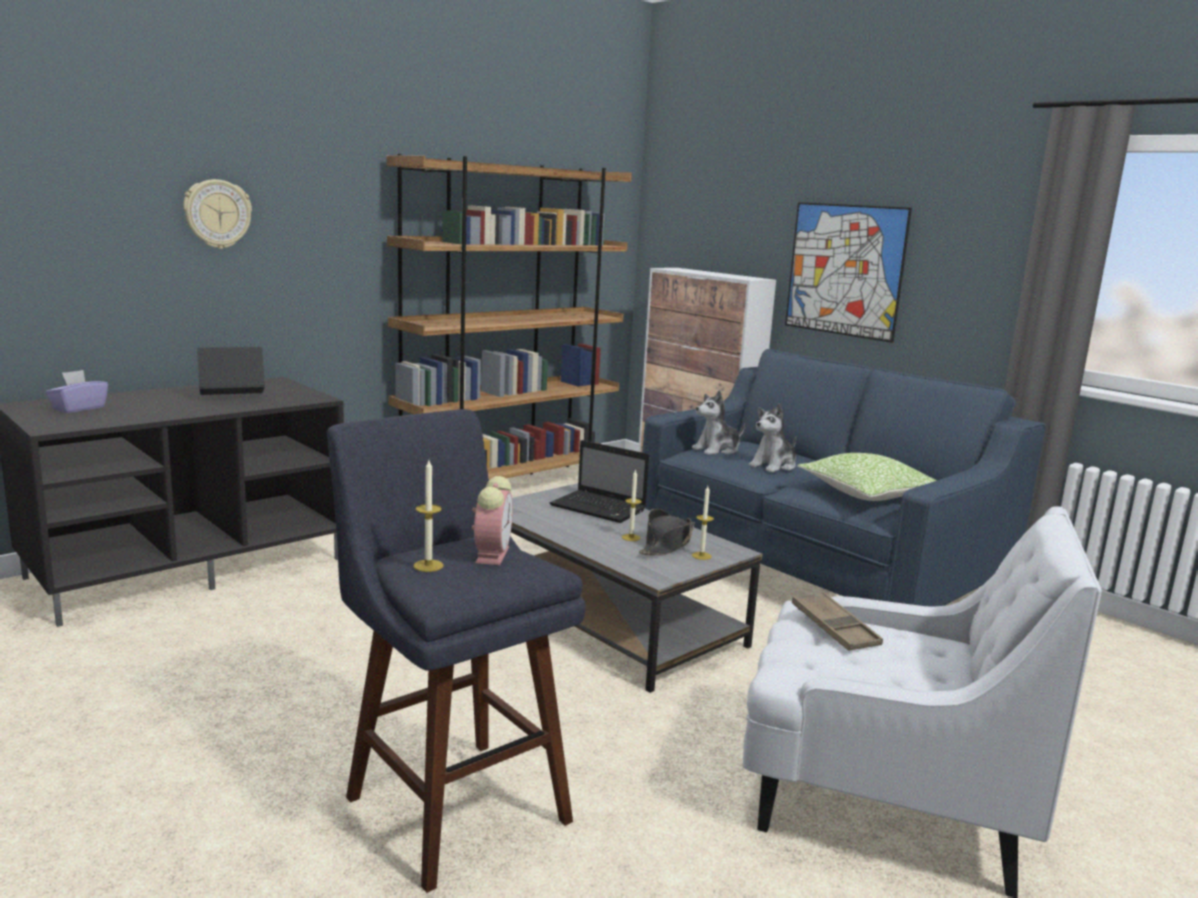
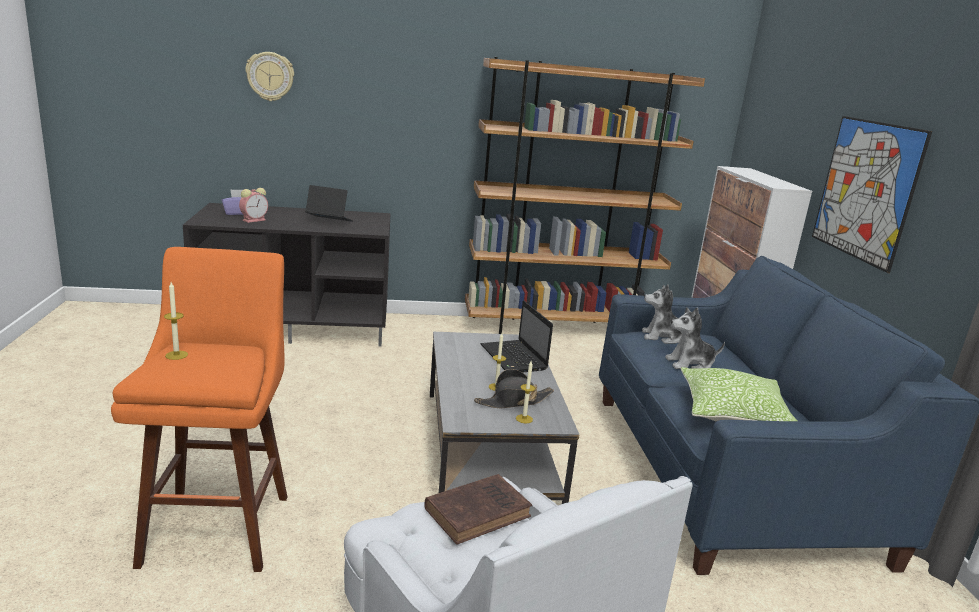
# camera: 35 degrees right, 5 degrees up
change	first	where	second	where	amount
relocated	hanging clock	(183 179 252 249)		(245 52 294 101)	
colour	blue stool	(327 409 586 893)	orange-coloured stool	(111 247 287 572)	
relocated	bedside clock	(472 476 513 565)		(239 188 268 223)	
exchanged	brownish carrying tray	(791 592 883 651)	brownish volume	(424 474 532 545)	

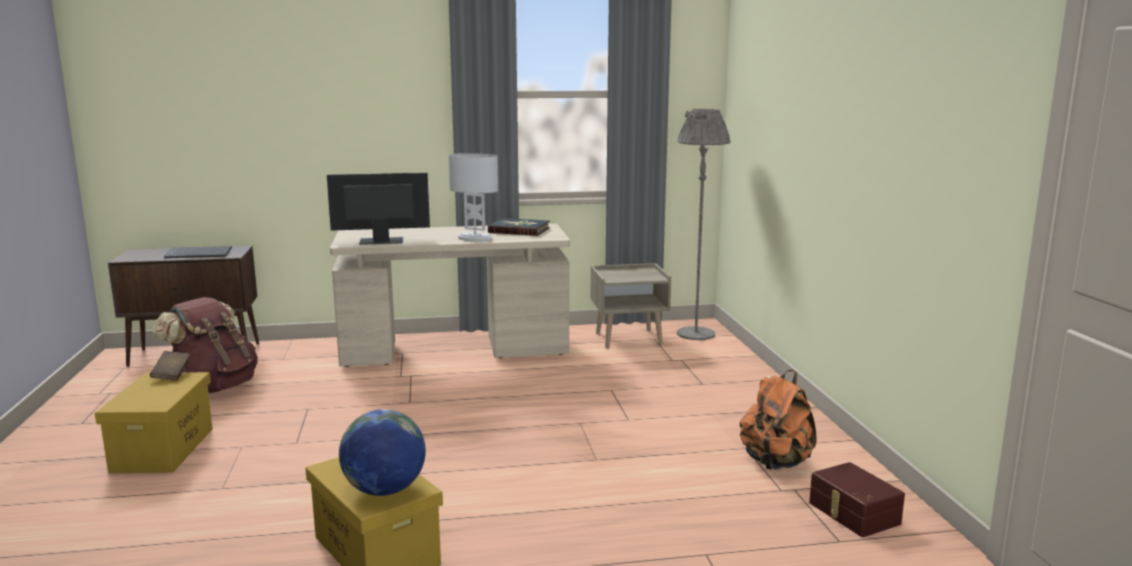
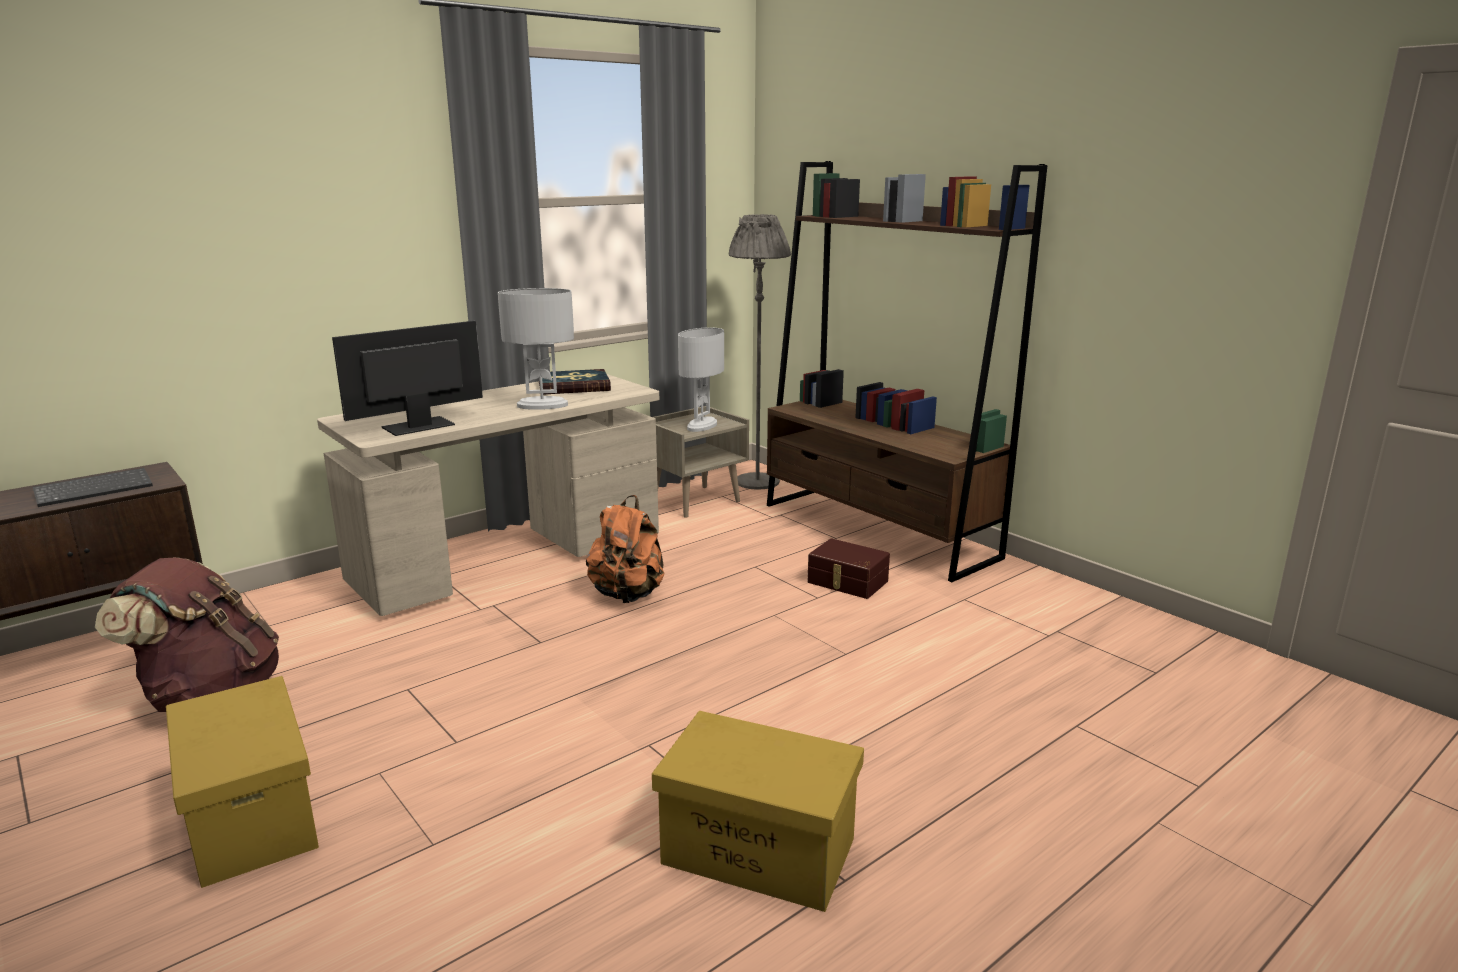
# camera: 30 degrees left, 5 degrees up
change	first	where	second	where	amount
missing	brownish volume	(150 351 190 381)			
missing	desk globe	(339 409 426 496)			
relocated	orange-coloured backpack	(740 370 817 470)		(586 495 664 603)	
relocated	brownish storage box	(809 462 905 537)		(808 538 890 599)	
appeared			white lamp for a table	(678 327 724 432)	
appeared			brownish shelving unit	(767 161 1047 582)	

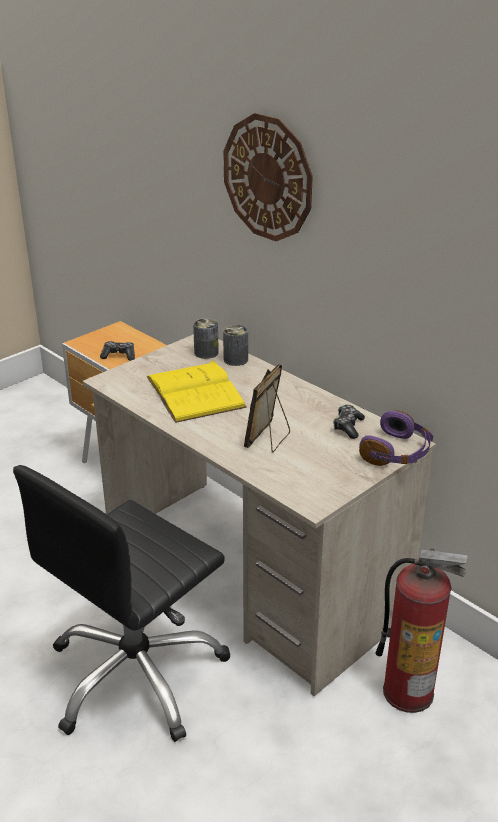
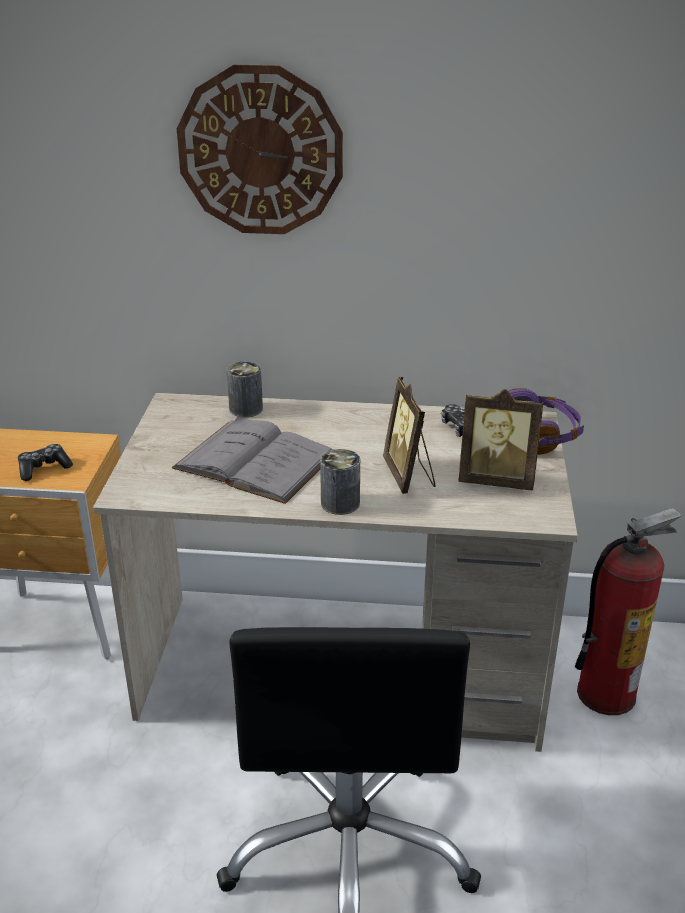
# camera: 40 degrees left, 0 degrees up
change	first	where	second	where	amount
colour	yellow volume	(147 361 247 423)	grey volume	(172 416 333 504)	
relocated	metal can	(193 318 219 359)		(320 449 360 515)	
appeared			standing frame	(458 389 544 490)	

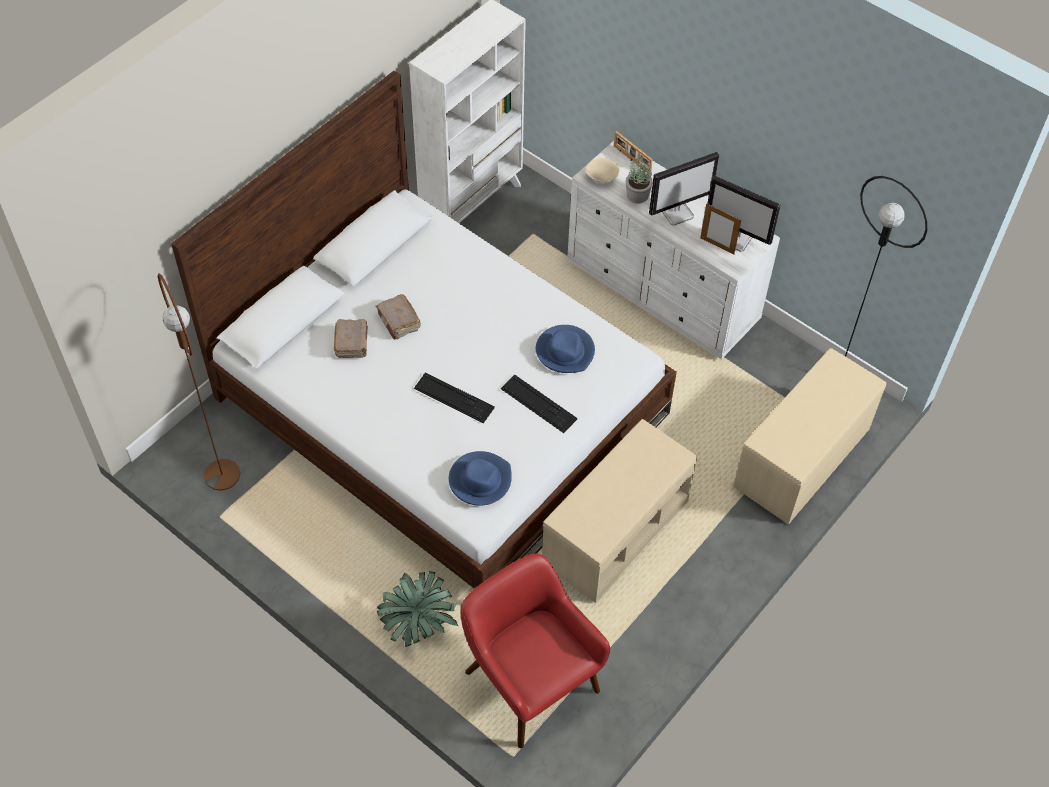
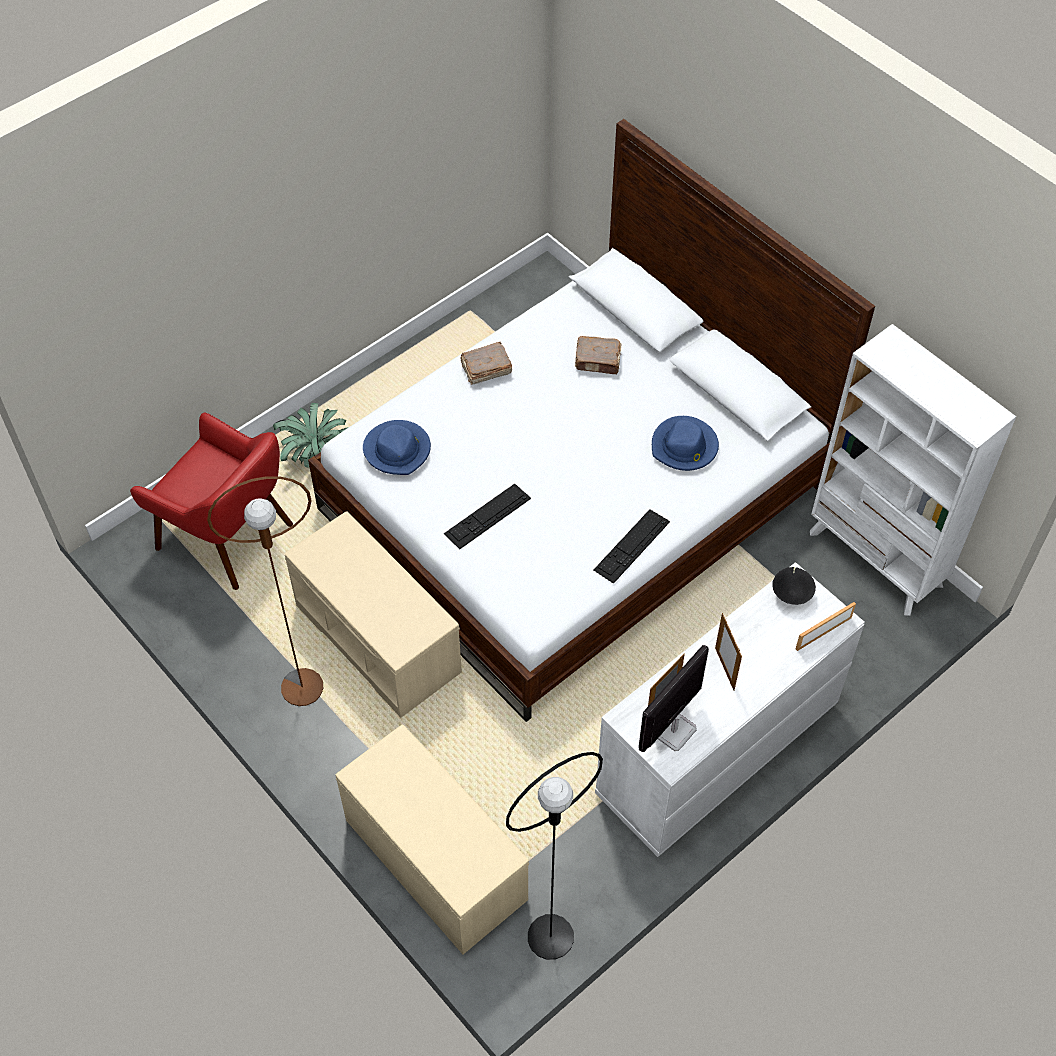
# camera: 100 degrees right, 0 degrees up
change	first	where	second	where	amount
relocated	brownish standard lamp	(158 274 240 490)		(207 476 323 706)	
relocated	brownish volume	(376 294 421 340)		(460 342 512 385)	
relocated	keyboard	(414 373 495 423)		(594 509 670 584)	
spun	red-coloured easy chair	(460 553 610 748)		(130 412 293 590)	60 degrees clockwise
relocated	blue clothing hat	(536 325 595 373)		(652 416 719 471)	
colour	beige-coloured bowl	(586 158 620 182)	blackish bowl	(773 567 816 605)	
missing	plant in a pot	(626 154 653 203)			
exchanged	computer screen	(649 152 720 226)	standing frame	(715 613 742 691)	

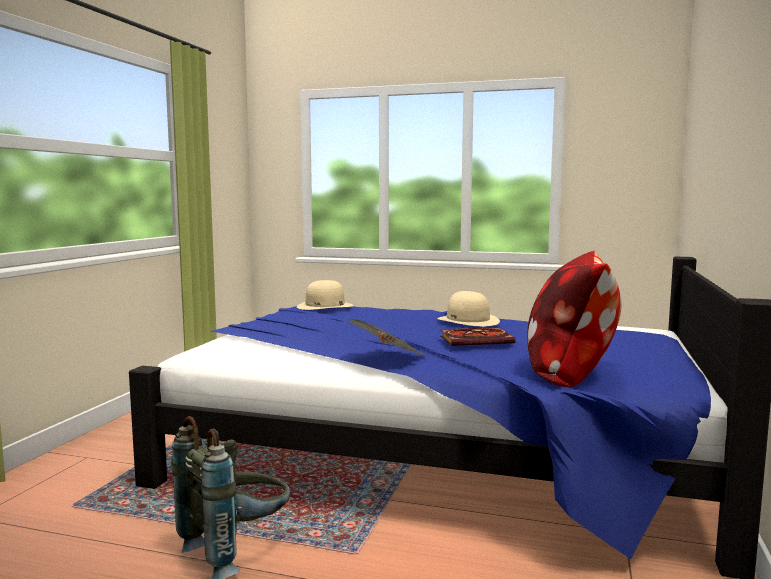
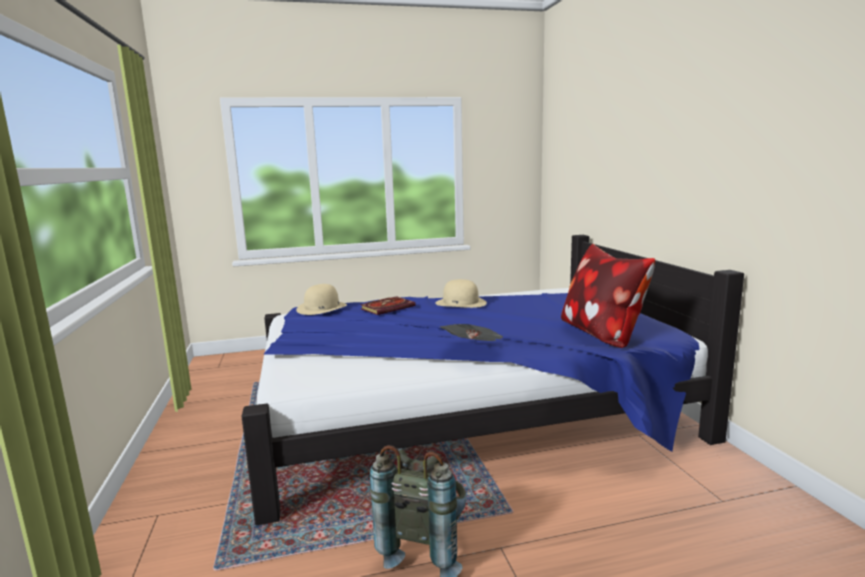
# camera: 30 degrees left, 5 degrees up
change	first	where	second	where	amount
relocated	volume	(441 328 515 346)		(360 296 416 315)	

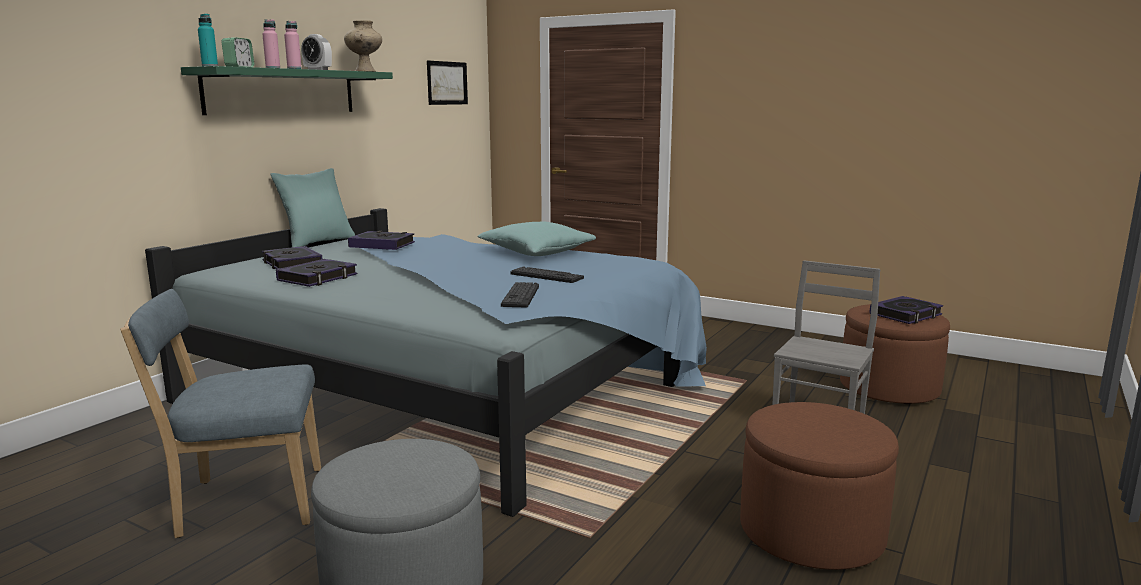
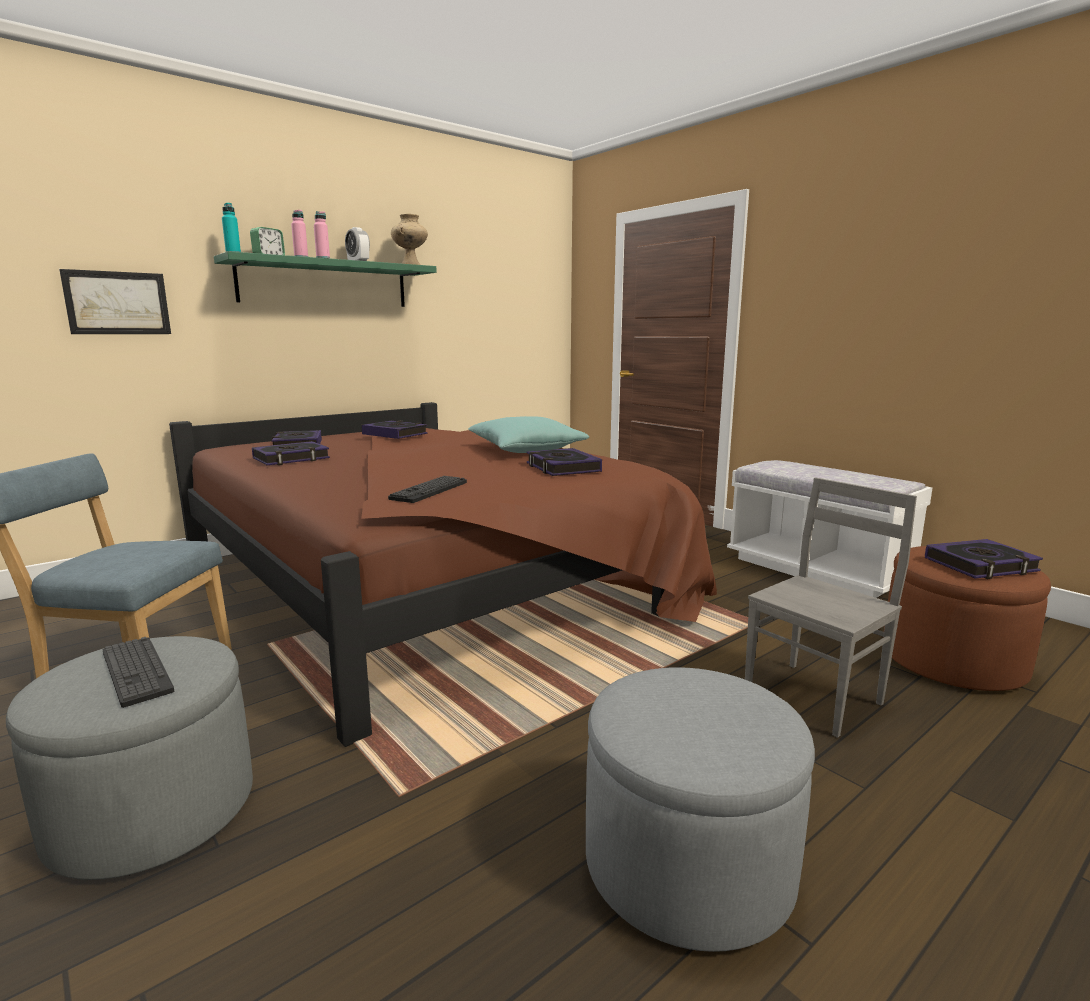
# camera: 20 degrees right, 0 degrees up
change	first	where	second	where	amount
colour	blue bedroom bed	(145 208 707 517)	brownish bedroom bed	(169 402 717 747)	
missing	blue-green pillow	(270 168 355 247)			
relocated	wall picture	(427 61 468 105)		(59 269 171 334)	
relocated	keyboard	(510 266 584 283)		(103 637 174 708)	
colour	brownish footrest	(740 402 899 570)	grey footrest	(586 667 815 952)	
appeared			volume	(527 448 602 476)	
appeared			white indoor bench	(727 460 933 598)	

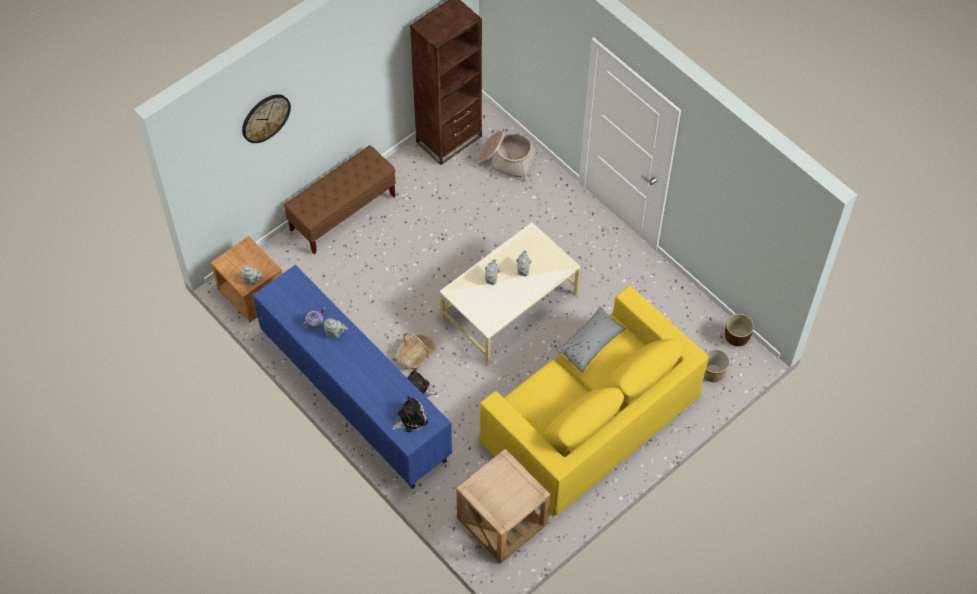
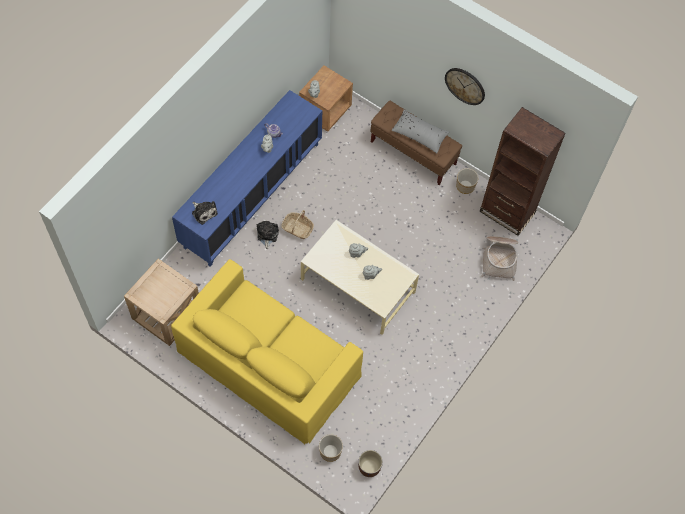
# camera: 75 degrees right, 5 degrees up
change	first	where	second	where	amount
relocated	hanging clock	(242 94 291 143)		(445 68 485 105)	
relocated	grey pillow	(556 306 626 373)		(391 109 449 153)	
appeared			planter	(456 168 478 194)	

